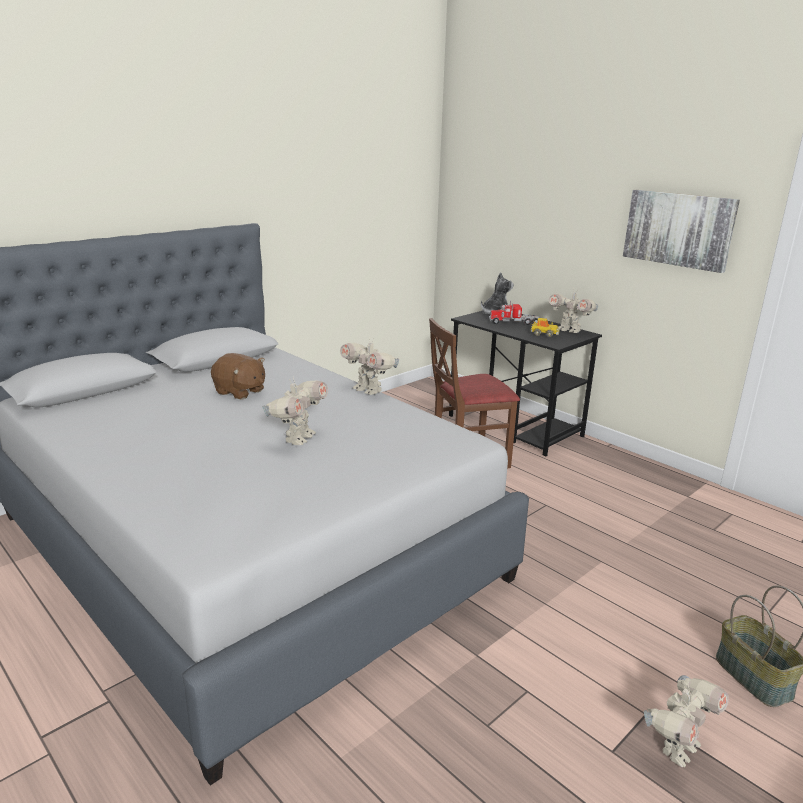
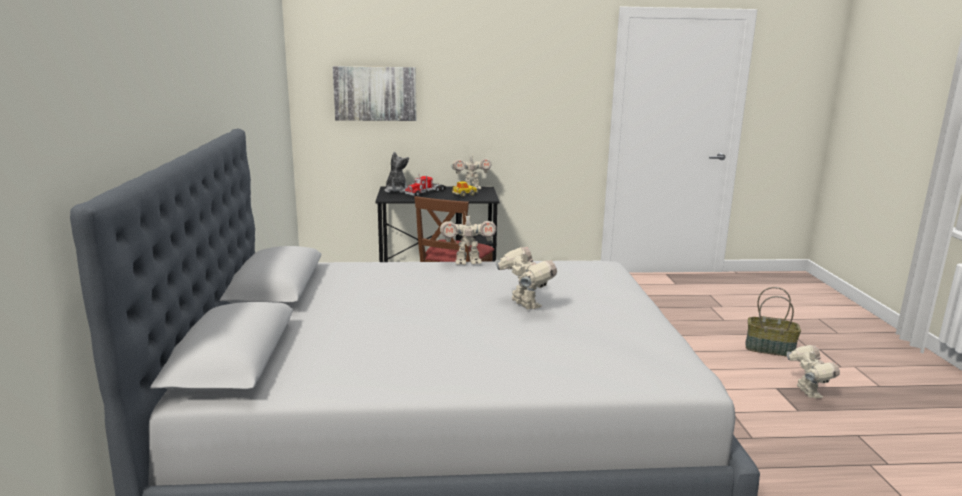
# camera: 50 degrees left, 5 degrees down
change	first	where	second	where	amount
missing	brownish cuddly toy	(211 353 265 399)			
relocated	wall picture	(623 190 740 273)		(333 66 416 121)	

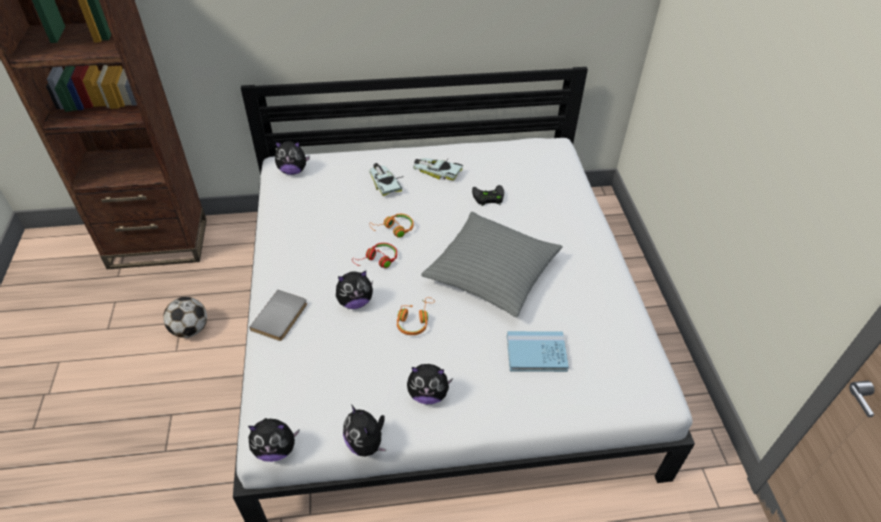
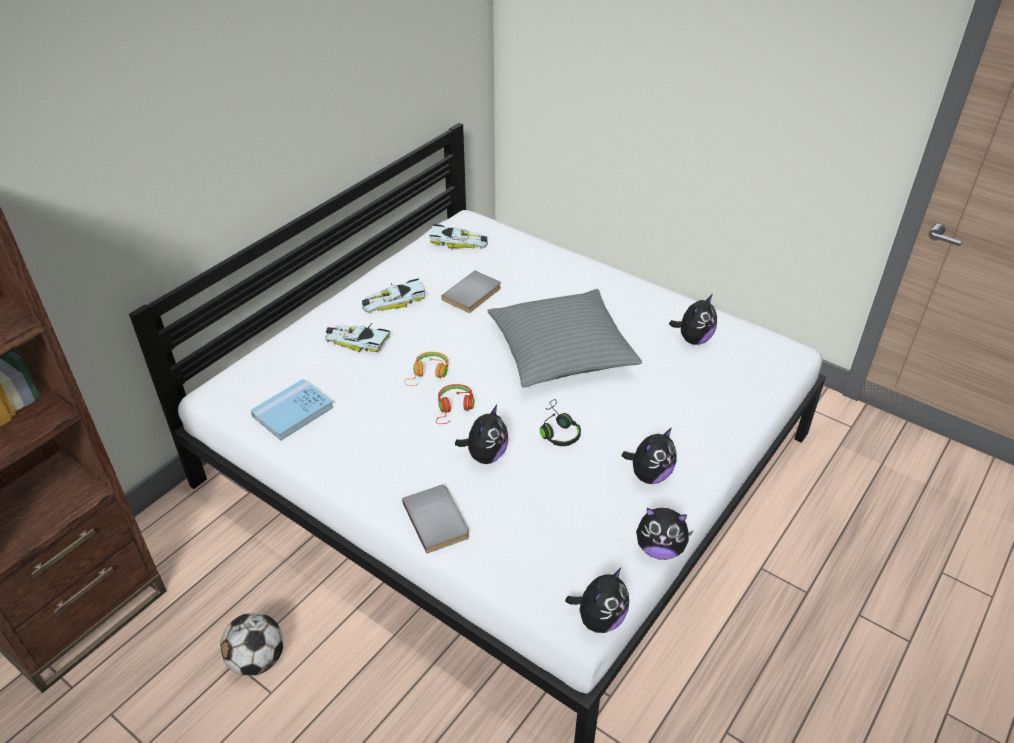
# camera: 45 degrees left, 5 degrees down
change	first	where	second	where	amount
relocated	cuddly toy	(275 141 310 175)		(669 294 717 345)	
colour	orange-coloured pair of headphones	(397 297 435 335)	blackish pair of headphones	(540 399 581 446)	
exchanged	blackish joypad	(472 185 504 206)	grey volume	(441 271 501 313)	
relocated	blue volume	(507 331 569 372)		(251 379 333 440)	
appeared			miniature car	(429 224 488 250)	

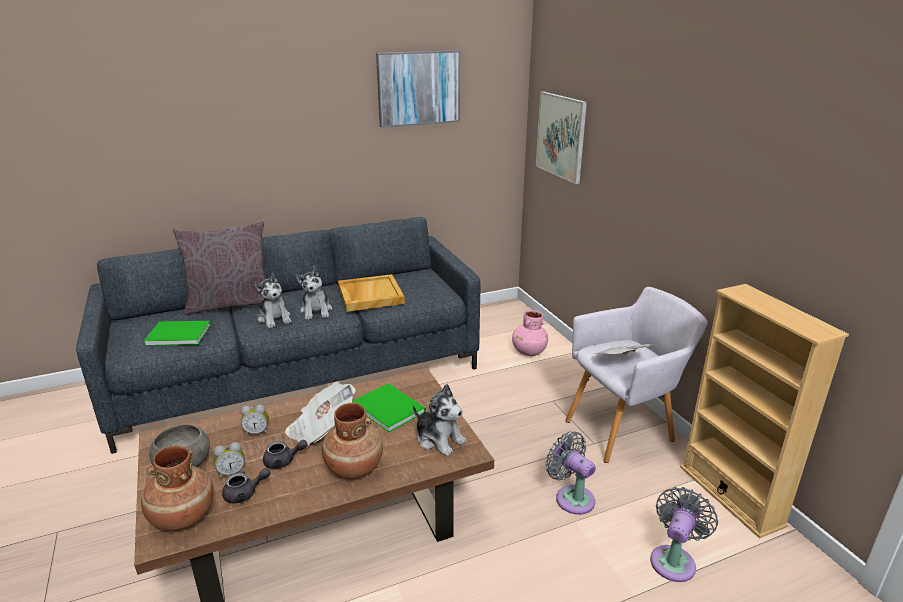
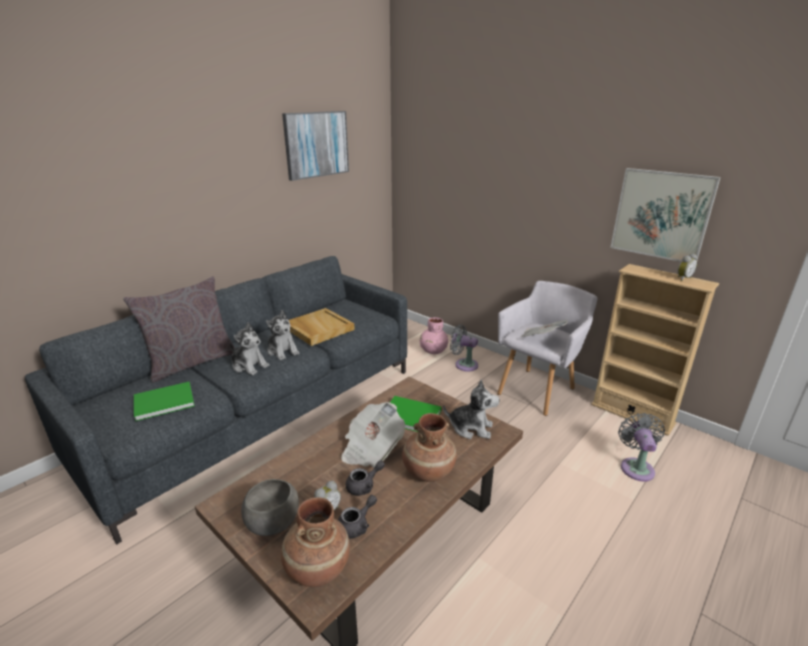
# camera: 25 degrees left, 0 degrees up
change	first	where	second	where	amount
relocated	bedside clock	(241 405 269 436)		(678 254 697 281)	
relocated	wall picture	(536 92 587 184)		(610 168 721 262)	
relocated	grey cooling fan	(545 432 596 515)		(450 324 478 372)	

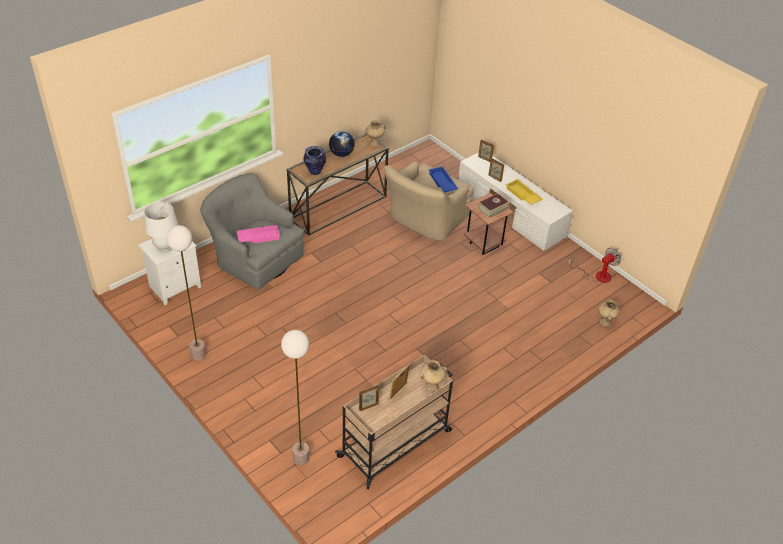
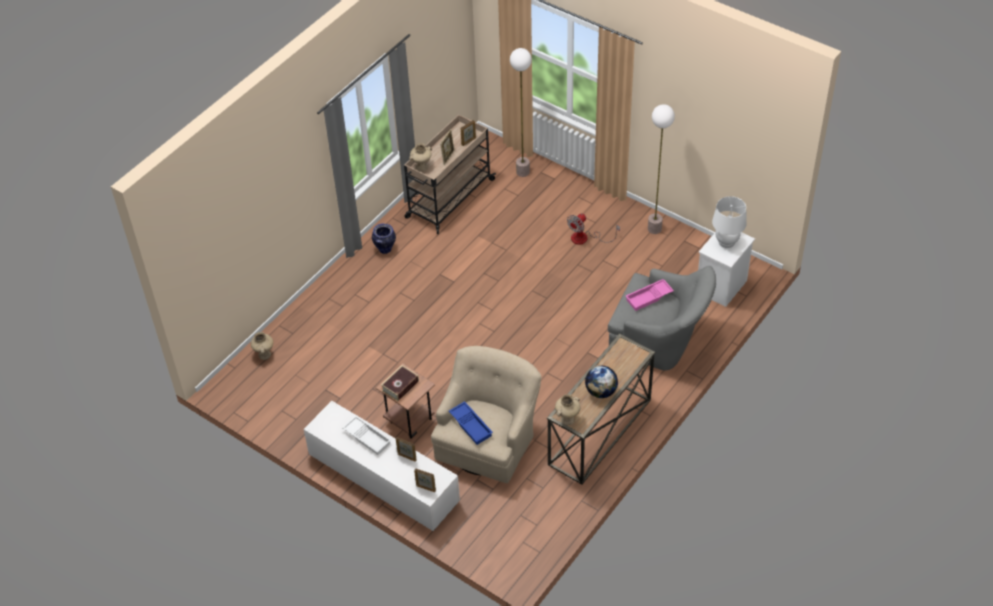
# camera: 170 degrees right, 5 degrees up
change	first	where	second	where	amount
relocated	flower vase	(303 146 326 175)		(372 223 396 254)	
colour	yellow carrying tray	(506 179 543 205)	white carrying tray	(342 415 391 455)	
relocated	cooling fan	(568 248 621 283)		(567 213 620 245)	

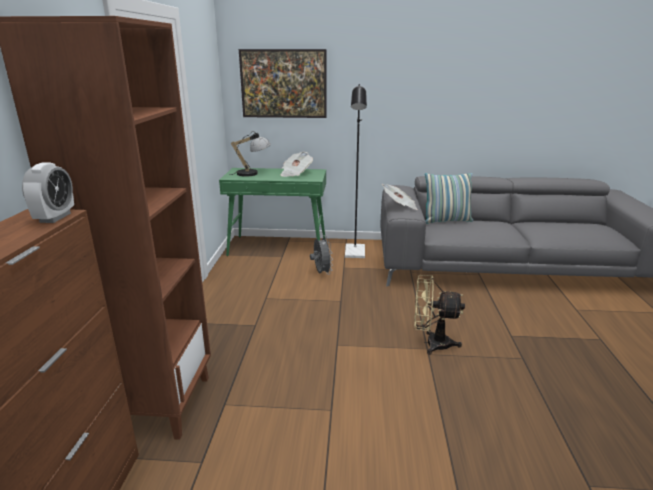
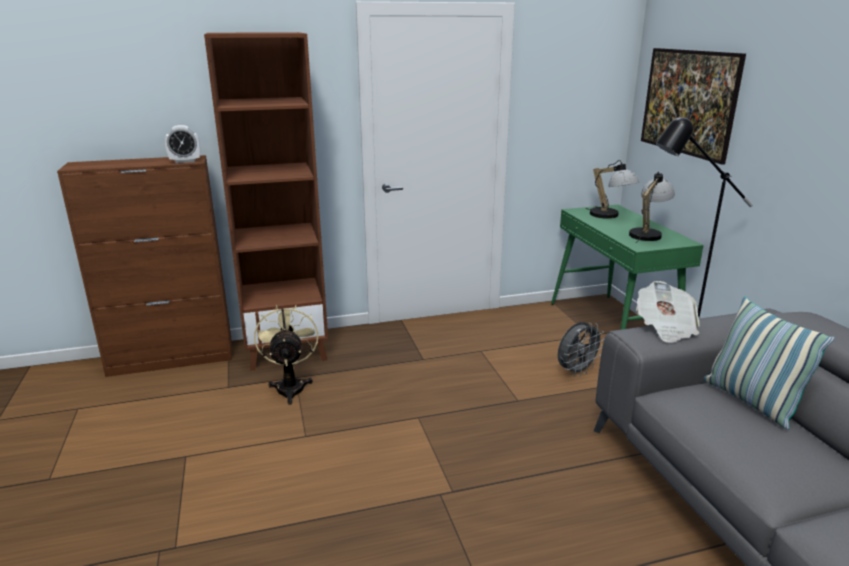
# camera: 70 degrees right, 0 degrees up
change	first	where	second	where	amount
exchanged	daily paper	(281 152 313 177)	lamp for a table	(629 172 675 243)	
relocated	beige-coloured cooling fan	(414 275 465 355)		(254 305 318 405)	

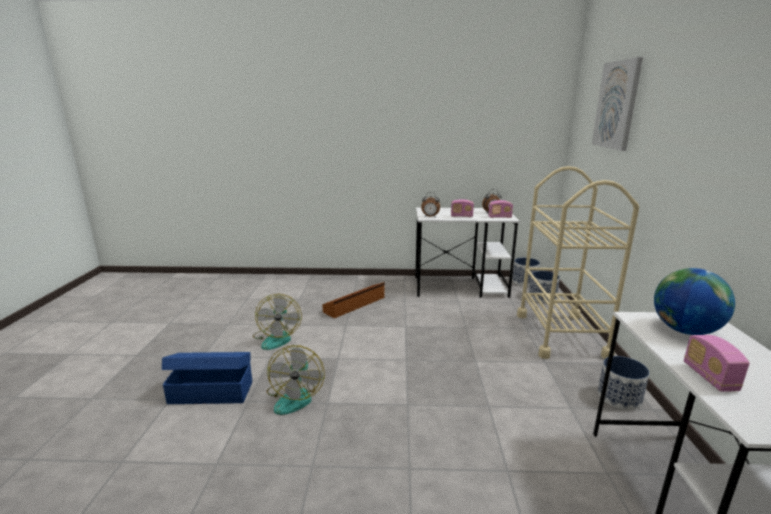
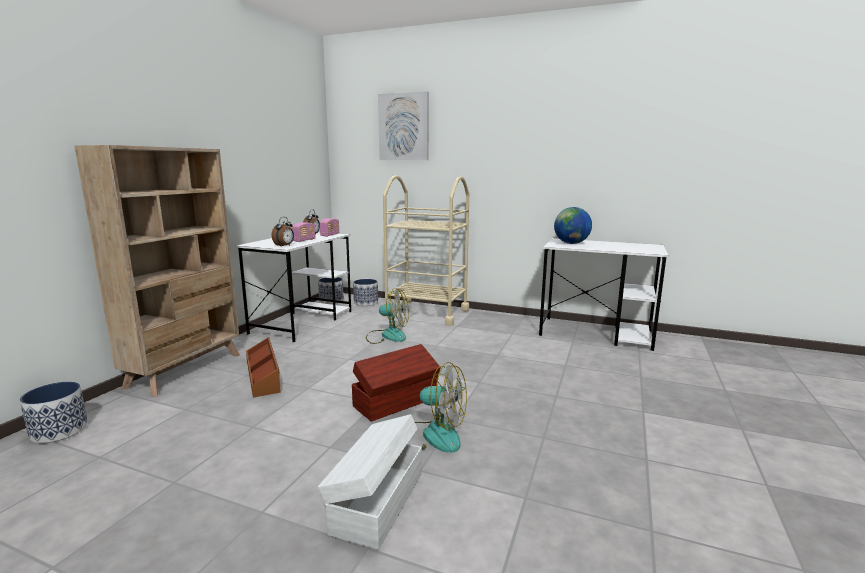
# camera: 70 degrees left, 5 degrees down
change	first	where	second	where	amount
colour	blue storage box	(162 352 252 404)	white storage box	(318 414 422 550)	
relocated	cooling fan	(253 294 302 350)		(366 288 409 344)	
relocated	planter	(598 356 649 410)		(20 382 88 443)	
missing	radio receiver	(684 335 750 392)			
appeared			beige-coloured shelving unit	(75 145 239 397)	
appeared			brownish storage box	(352 344 441 422)	

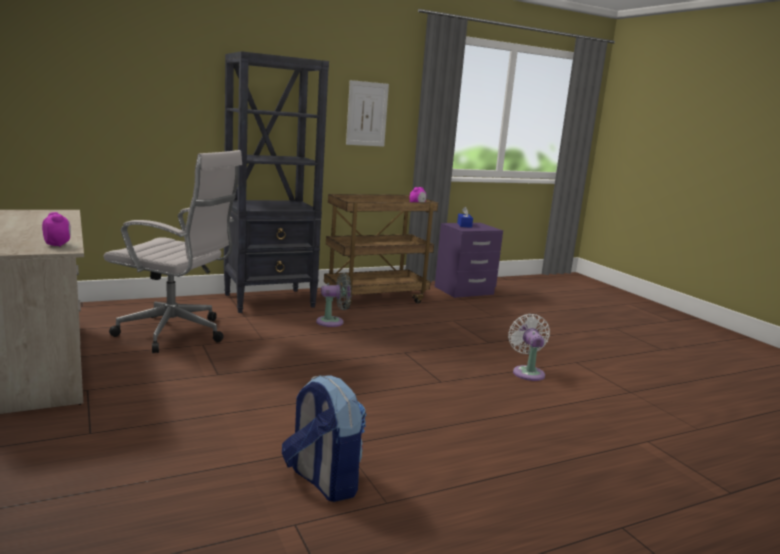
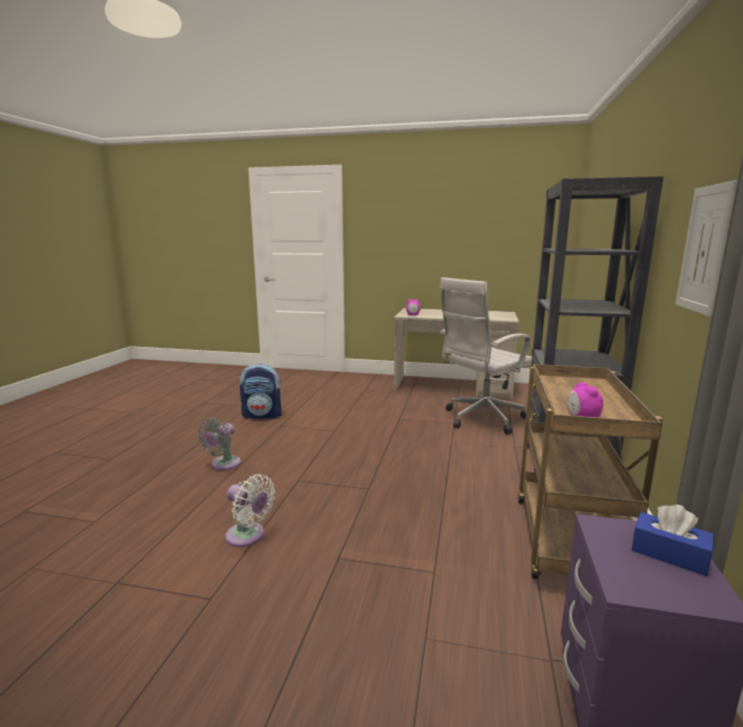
# camera: 130 degrees right, 0 degrees up
change	first	where	second	where	amount
relocated	grey cooling fan	(316 273 352 327)		(197 418 241 470)	

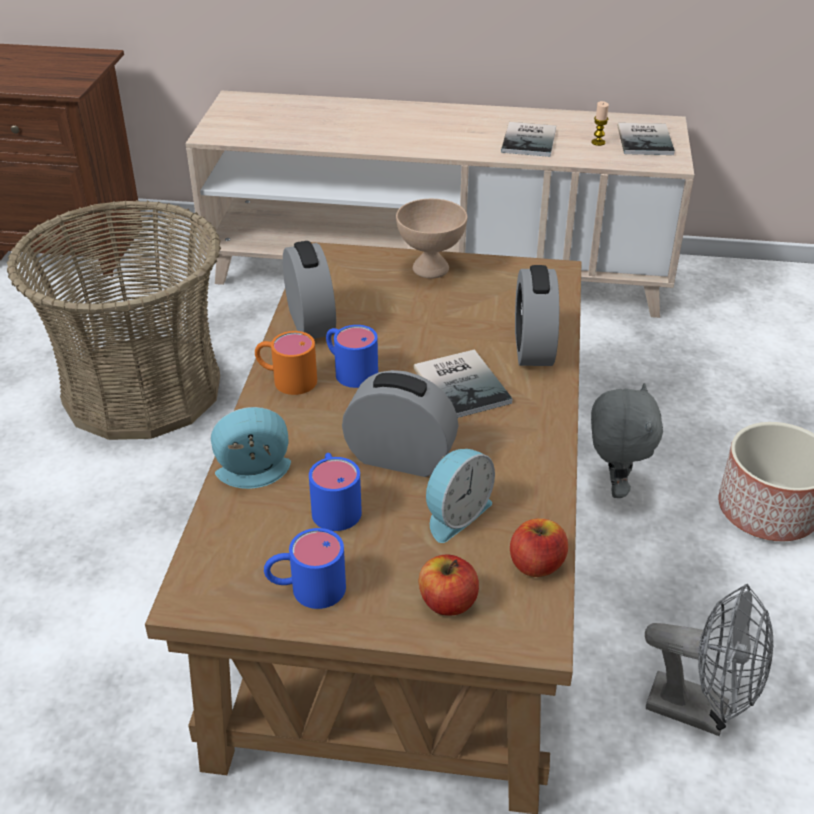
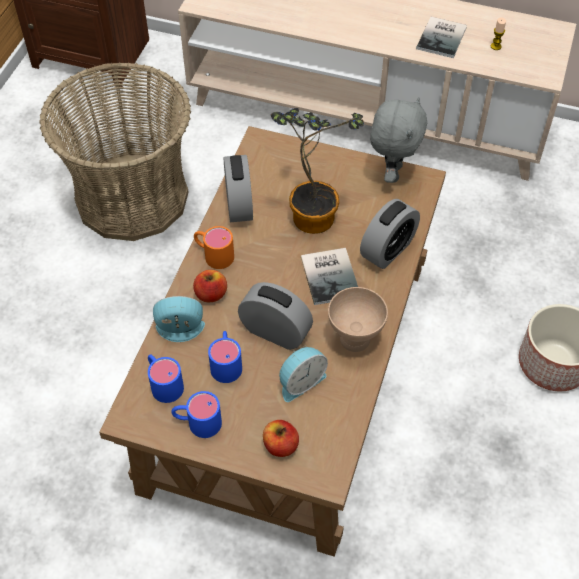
# camera: 10 degrees right, 15 degrees up
change	first	where	second	where	amount
relocated	blue tea mug	(326 325 378 388)		(148 355 184 403)	
relocated	beige-coloured bowl	(396 199 467 278)		(328 287 388 352)	
relocated	whole apple	(510 518 568 577)		(193 270 227 302)	
spun	bedside clock	(515 265 559 366)		(360 199 420 269)	150 degrees counterclockwise
relocated	grey cuddly toy	(591 383 663 498)		(370 97 427 183)	
missing	volume	(617 123 675 155)			
missing	grey cooling fan	(645 584 773 736)			
appeared			plant in a pot	(271 108 364 234)	

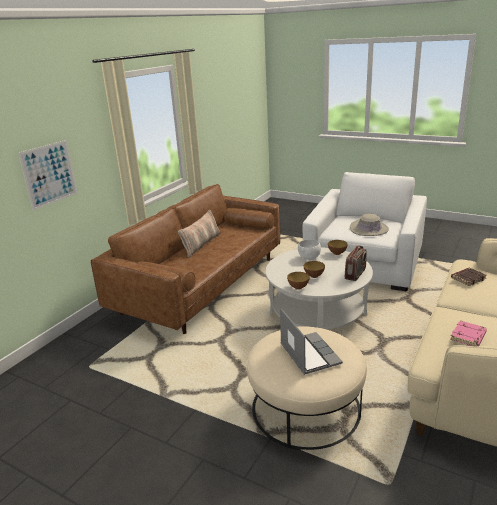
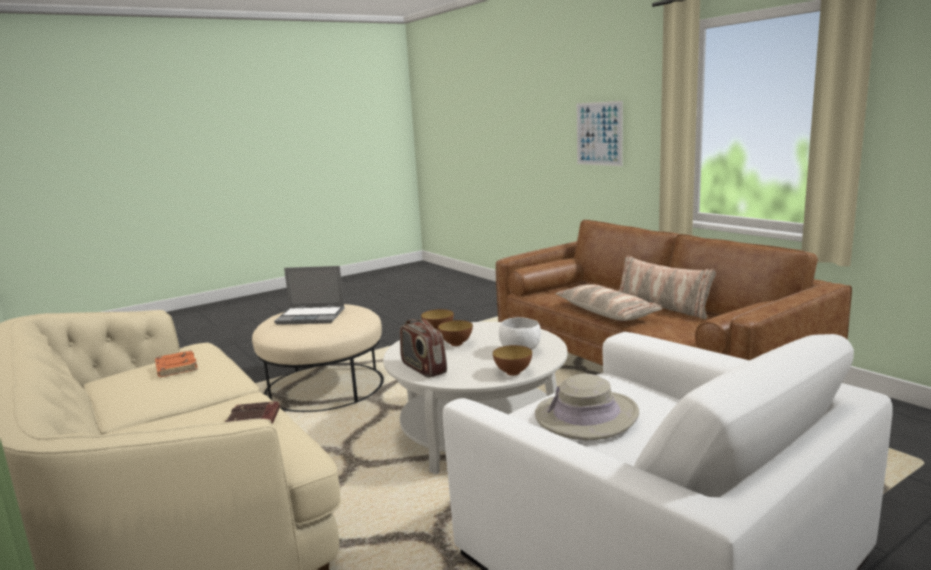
# camera: 115 degrees right, 10 degrees down
change	first	where	second	where	amount
colour	pink volume	(450 320 487 347)	orange-coloured volume	(155 350 198 377)	
appeared			pillow	(556 284 662 321)	

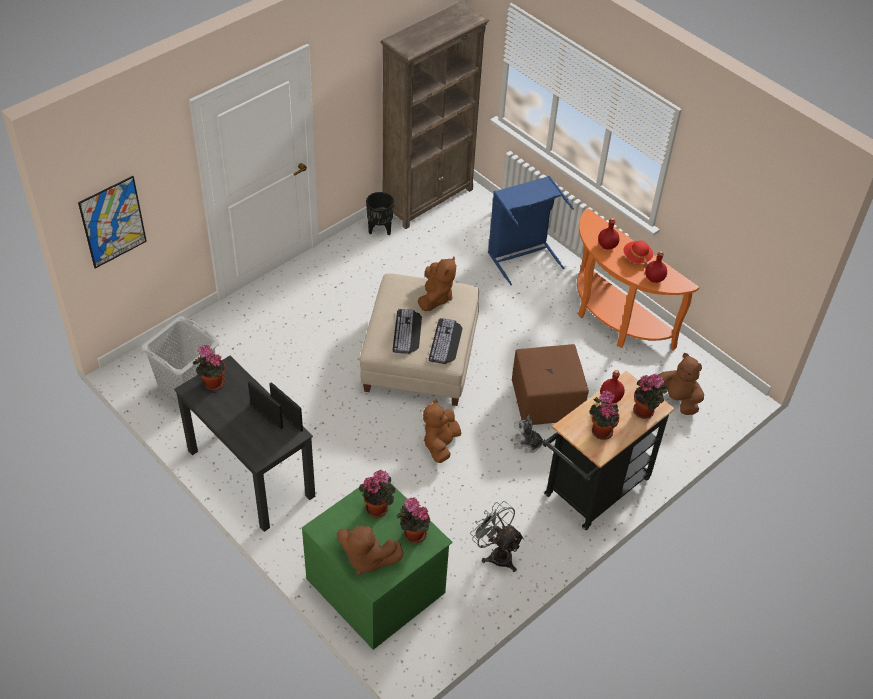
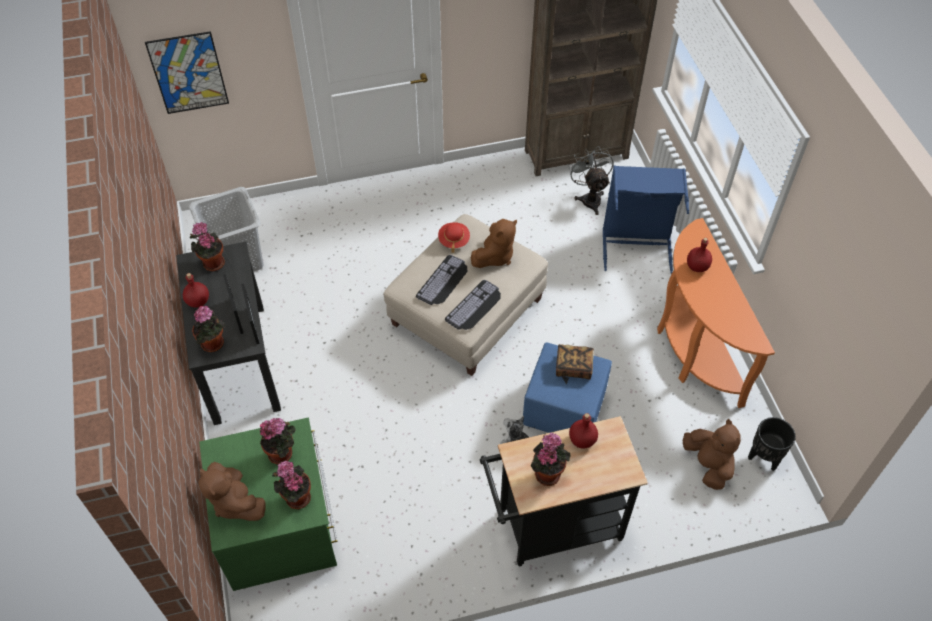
# camera: 30 degrees right, 5 degrees up
change	first	where	second	where	amount
relocated	blackish planter	(366 192 394 235)		(748 417 796 471)	
missing	brownish cuddly toy	(423 400 461 463)			
relocated	grey cooling fan	(470 501 524 572)		(568 146 614 215)	
colour	brownish footrest	(512 344 589 425)	blue footrest	(523 342 612 433)	
relocated	red-coloured clothing hat	(623 241 653 267)		(438 222 470 253)	
relocated	plant in a pot	(633 374 668 419)		(192 306 225 352)	
relocated	red-coloured bottle	(645 251 667 283)		(183 273 209 308)	
appeared			volume	(556 344 594 380)	

